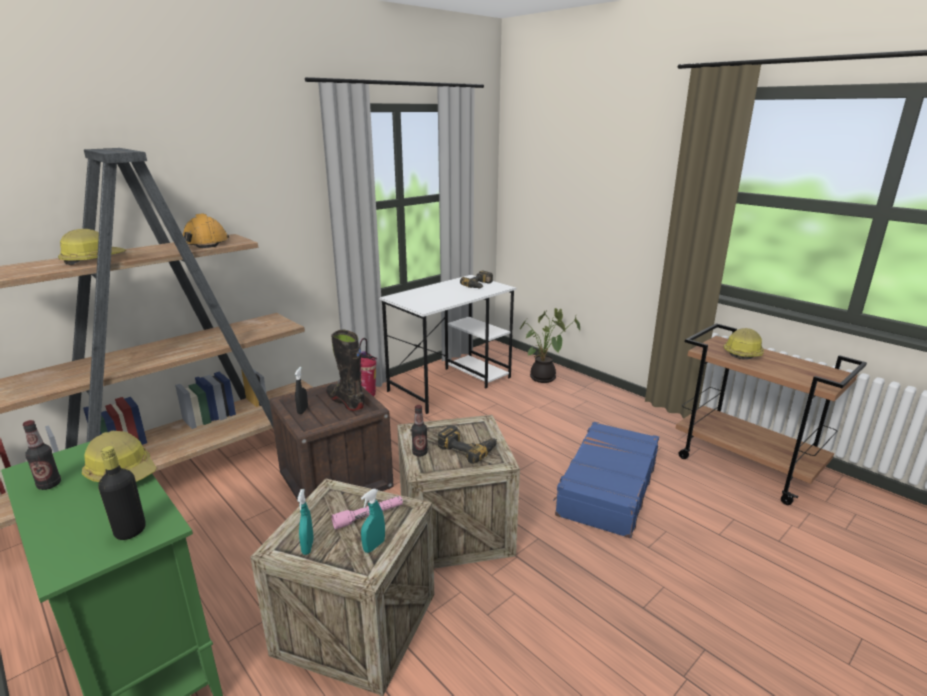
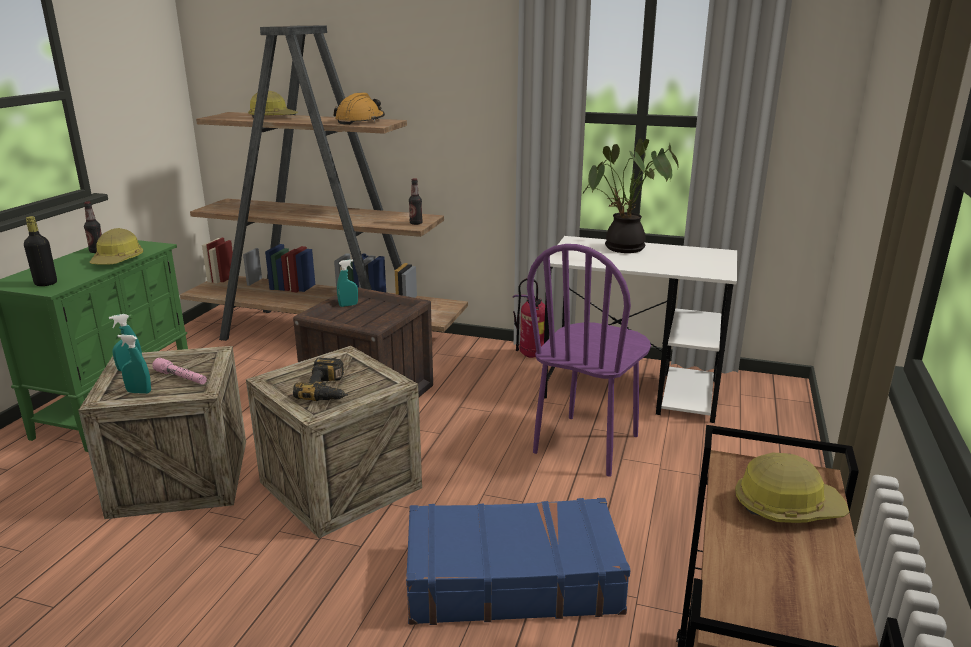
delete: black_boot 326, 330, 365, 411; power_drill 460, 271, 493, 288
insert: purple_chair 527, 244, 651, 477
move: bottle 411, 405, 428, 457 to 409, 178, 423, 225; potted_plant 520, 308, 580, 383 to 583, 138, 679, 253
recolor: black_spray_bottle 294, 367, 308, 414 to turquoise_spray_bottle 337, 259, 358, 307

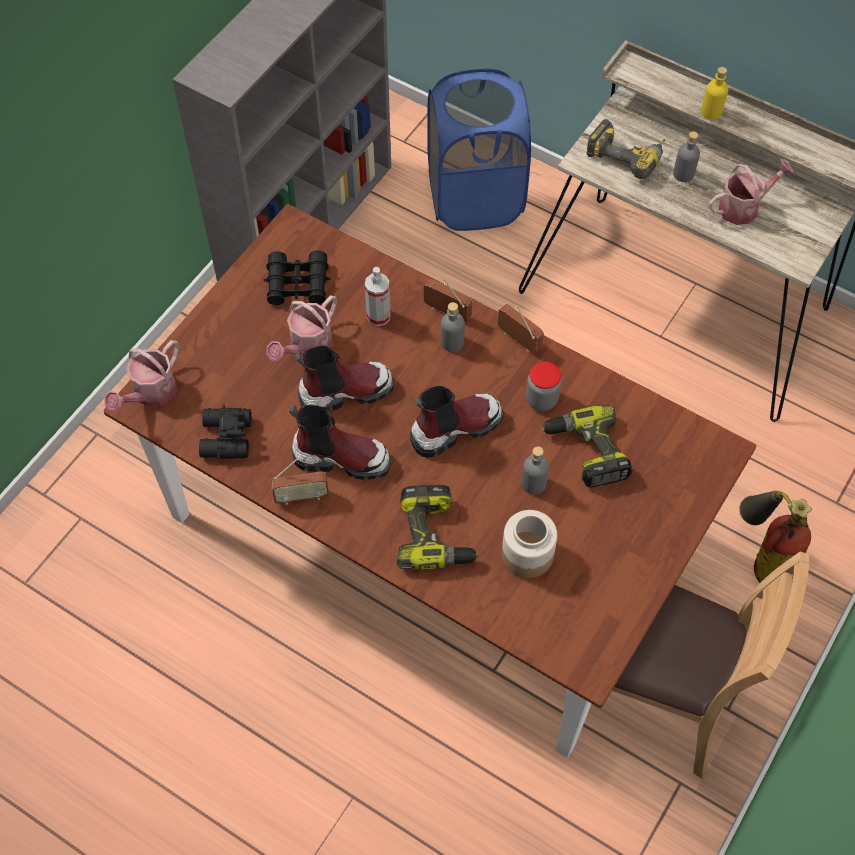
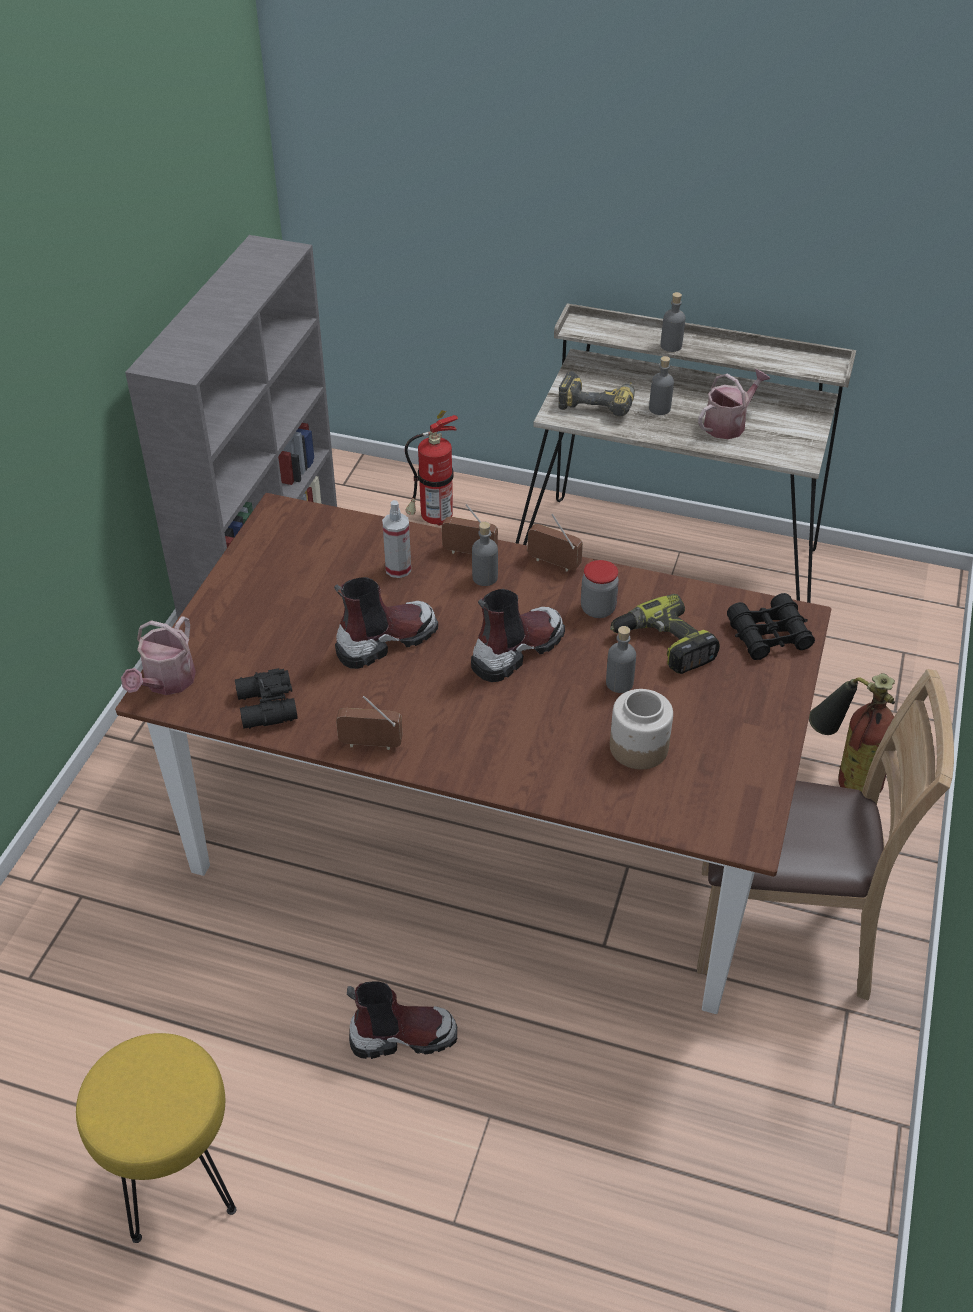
delete: watering_can 267, 295, 337, 361; power_drill 397, 485, 479, 570
insert: yellow_stool 76, 1033, 237, 1243
move: boot 289, 405, 391, 480 to 347, 981, 457, 1059; black_binoculars 264, 251, 331, 305 to 727, 593, 815, 660
replace: blue_laundry_basket 427, 68, 531, 231 to fire_extinguisher 405, 410, 458, 526
recolor: yellow_bottle 701, 67, 728, 120 to grey_bottle 661, 292, 686, 352
rotate: radio 271, 459, 329, 505 = 336, 696, 403, 750 150 degrees counterclockwise

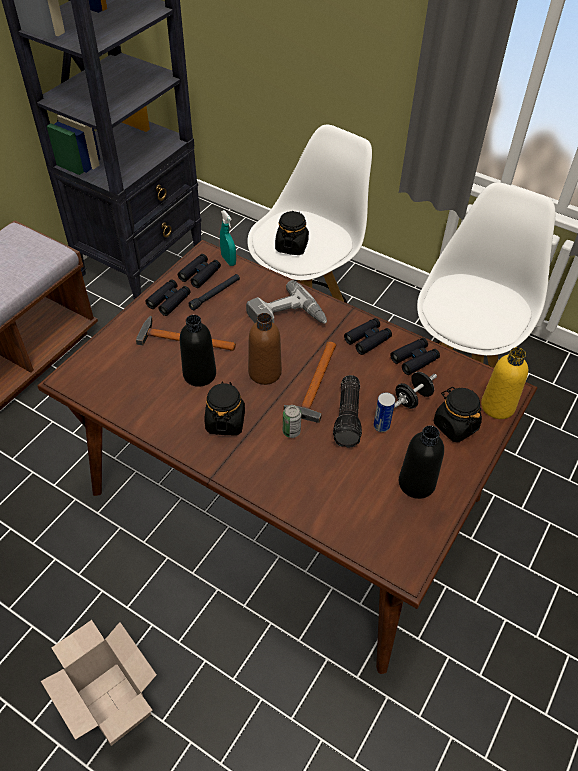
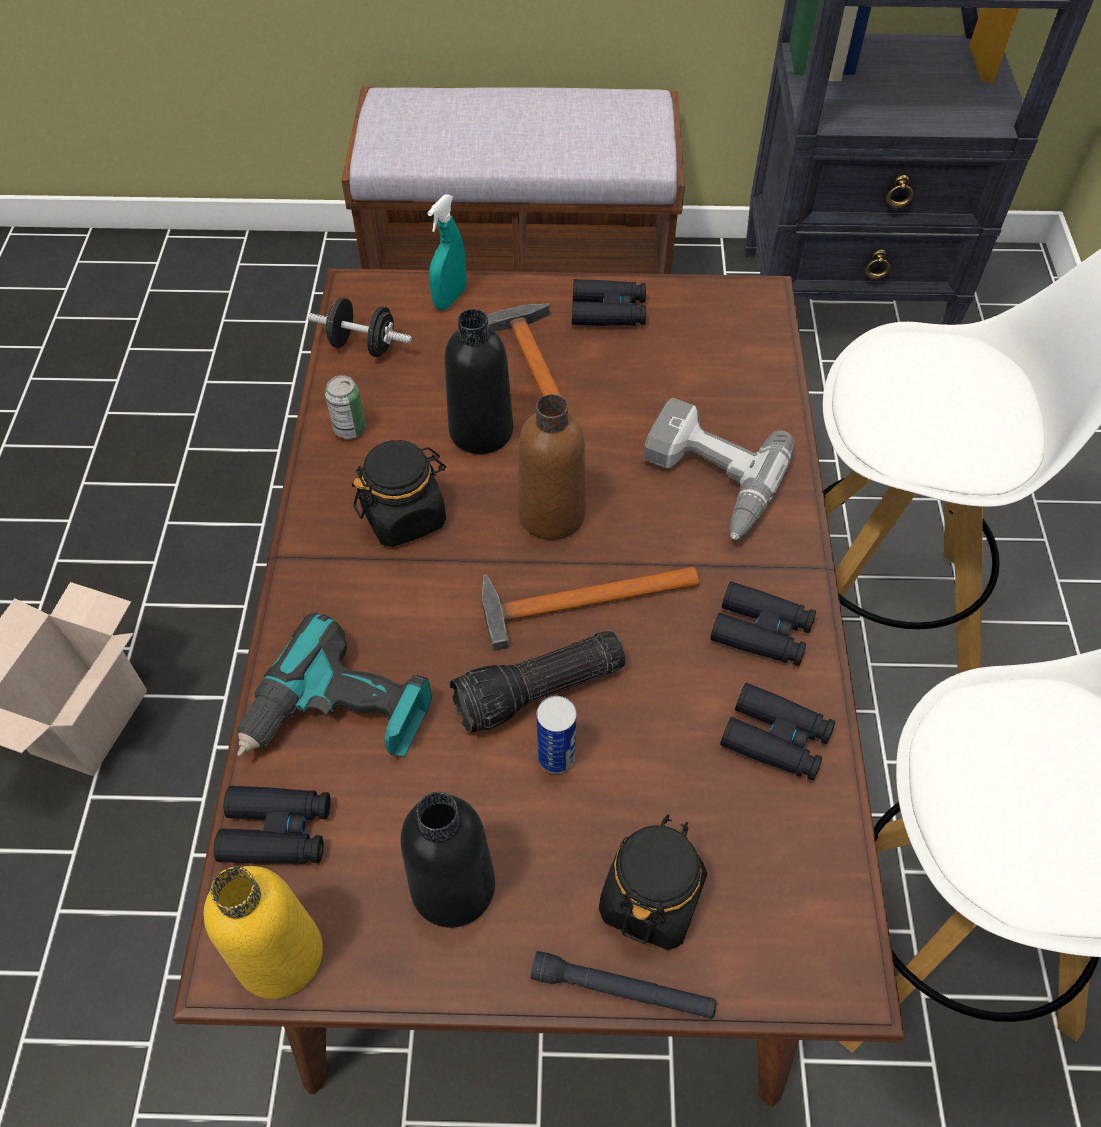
delete: black_jar 275, 211, 309, 255
insert: power_drill 236, 613, 432, 757
move: yellow_bottle 481, 347, 528, 419 to 204, 866, 323, 999; black_binoculars 178, 254, 221, 288 to 214, 786, 331, 864; black_dumbbell 394, 372, 437, 409 to 308, 298, 412, 357; can 283, 405, 301, 438 to 325, 375, 366, 439; turquoise_spray_bottle 220, 210, 236, 266 to 427, 194, 467, 310; black_flashlight 188, 274, 240, 310 to 531, 951, 716, 1019

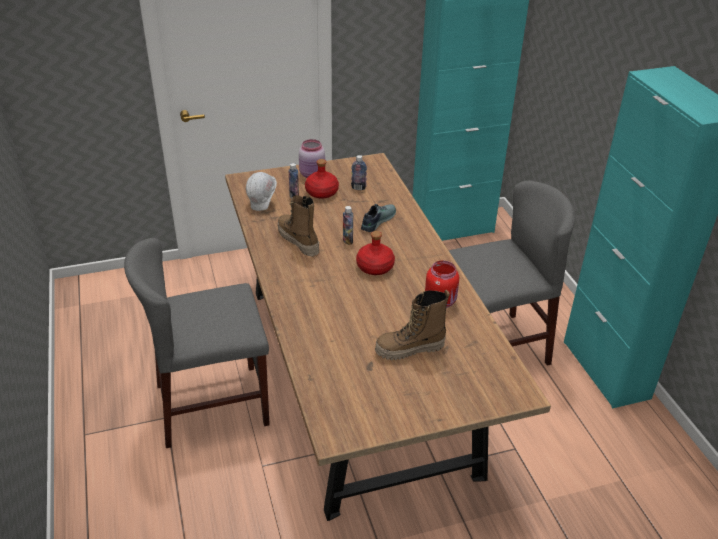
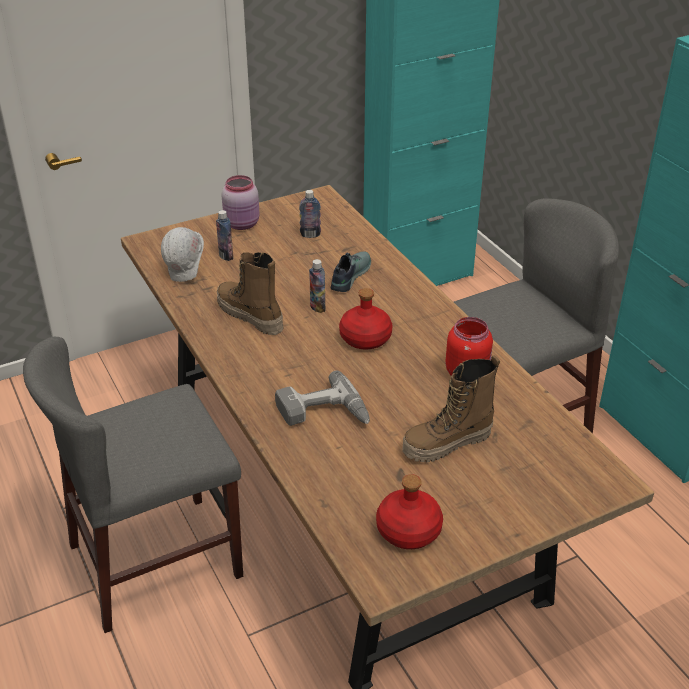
insert: power_drill 275, 370, 370, 426
move: red_bottle 305, 159, 339, 199 to 376, 474, 443, 549

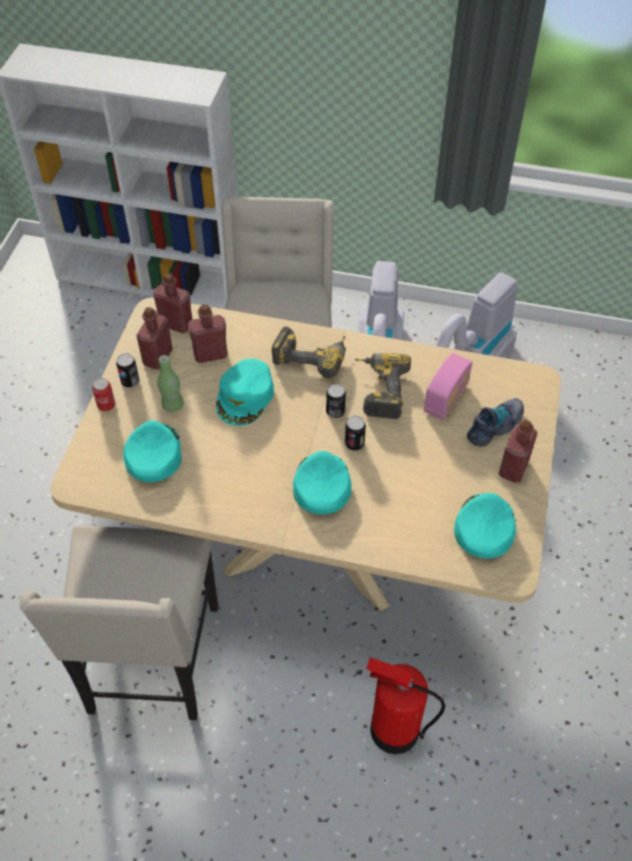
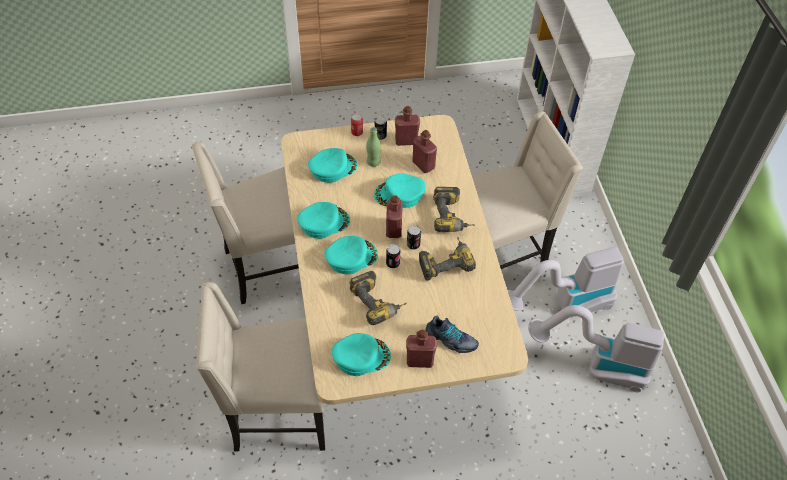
delete: radio 424, 353, 472, 420
insert: turquoise_cap 297, 202, 350, 239; power_drill 349, 271, 407, 325
move: red_bottle 153, 273, 192, 334 to 386, 195, 403, 238
replace: fire_extinguisher 366, 657, 446, 754 to beige_chair 196, 282, 325, 452

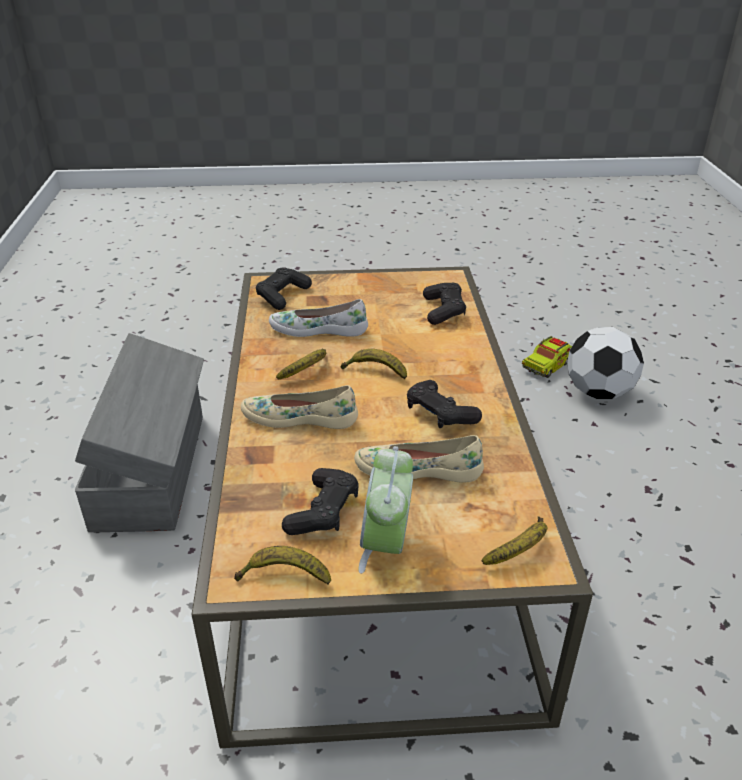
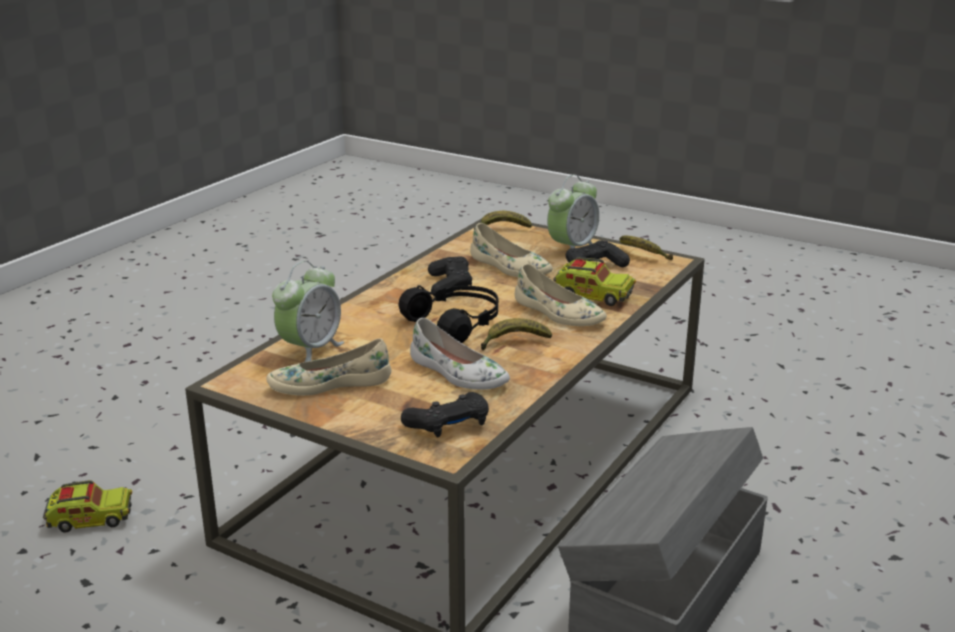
delete: football 567, 327, 644, 399
insert: beige_shoe 266, 338, 392, 396; toy_truck 553, 257, 636, 306
replace: black_game_controller 423, 283, 466, 325 to alarm_clock 272, 261, 344, 362; banana 341, 349, 407, 379 to black_headphones 398, 285, 498, 343

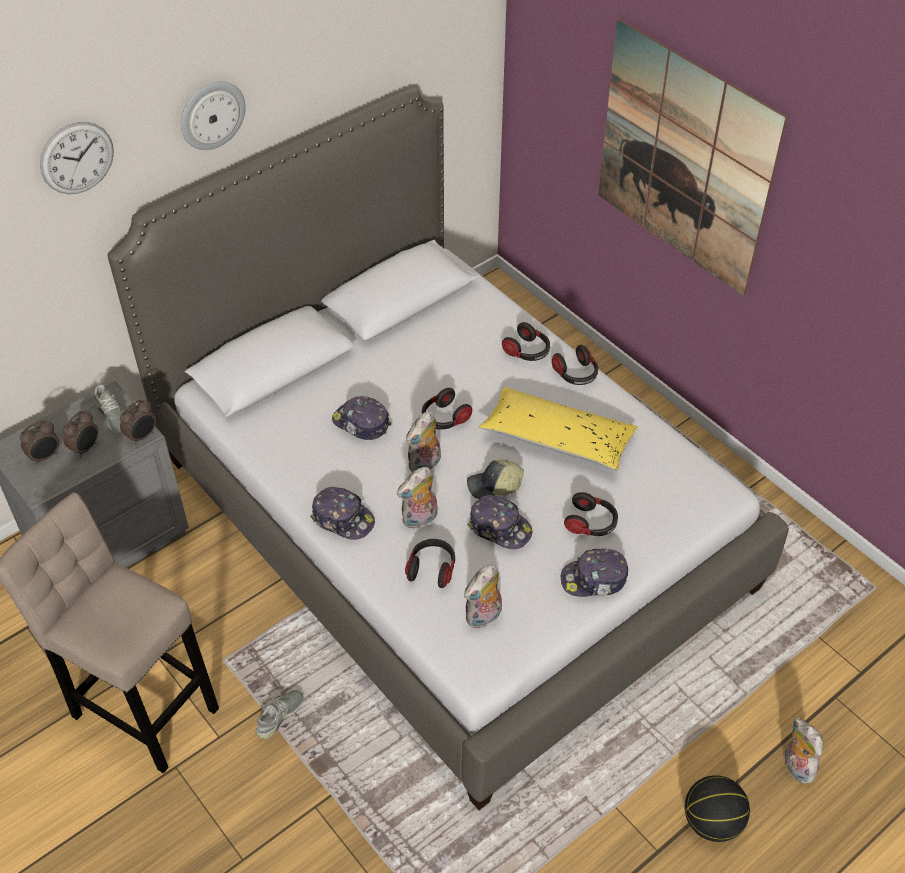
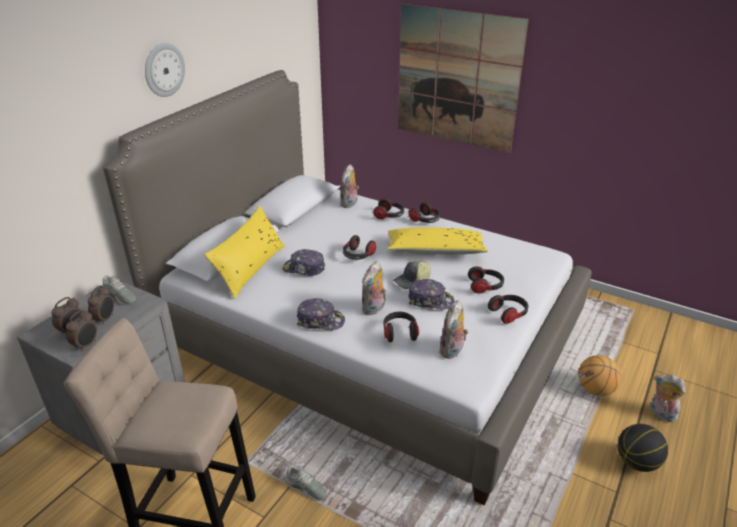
delete: wall_clock 40, 122, 114, 194
insert: yellow_pillow 204, 206, 285, 299; basketball 578, 355, 621, 396
move: alarm_clock 120, 400, 156, 445 to 66, 310, 97, 352; plush_toy 406, 411, 441, 472 to 340, 164, 359, 208
replace: cap 561, 549, 628, 597 to headphones 488, 295, 528, 324
rotate: grey_shoe 256, 690, 304, 739 = 285, 465, 327, 501 105 degrees clockwise

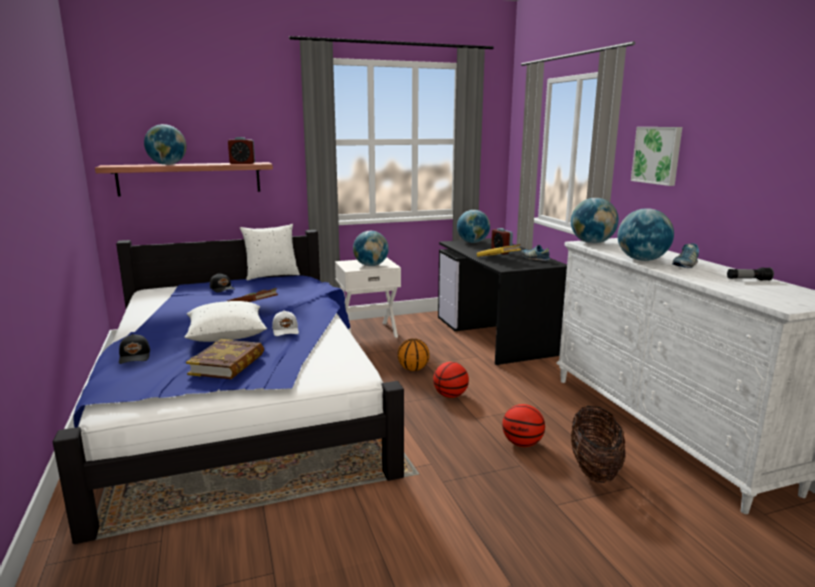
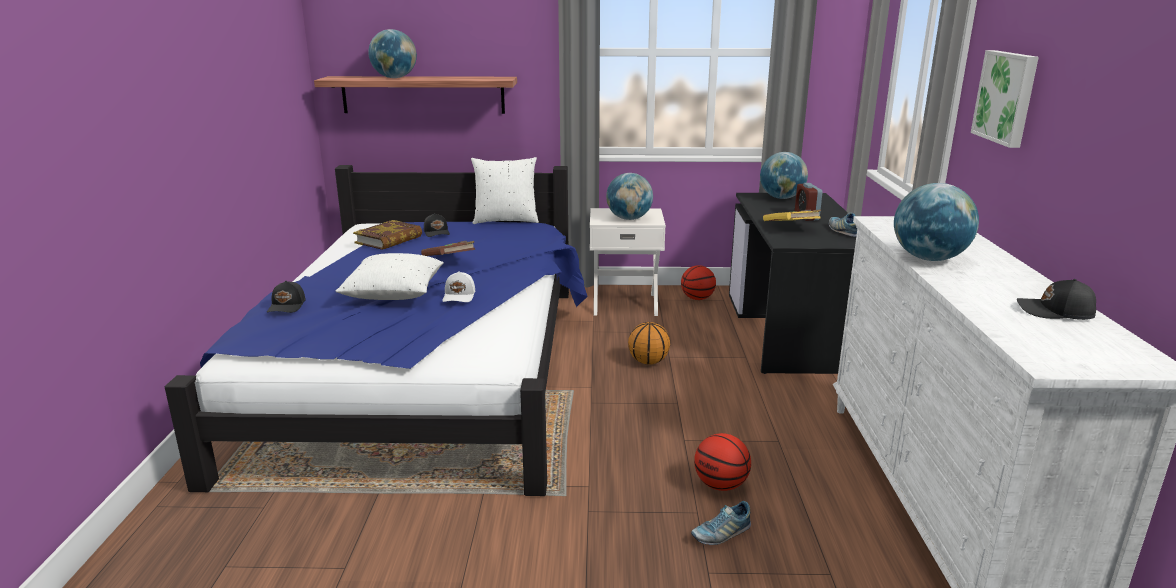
delete: alarm_clock 228, 137, 255, 164; globe 571, 198, 619, 244; basket 571, 406, 626, 483
move: book 186, 339, 264, 379 to 353, 220, 422, 250; basketball 433, 362, 469, 398 to 681, 265, 716, 300; shoe 672, 243, 699, 268 to 691, 501, 751, 545
replace: flashlight 727, 267, 774, 281 to black_cap 1017, 279, 1096, 320

